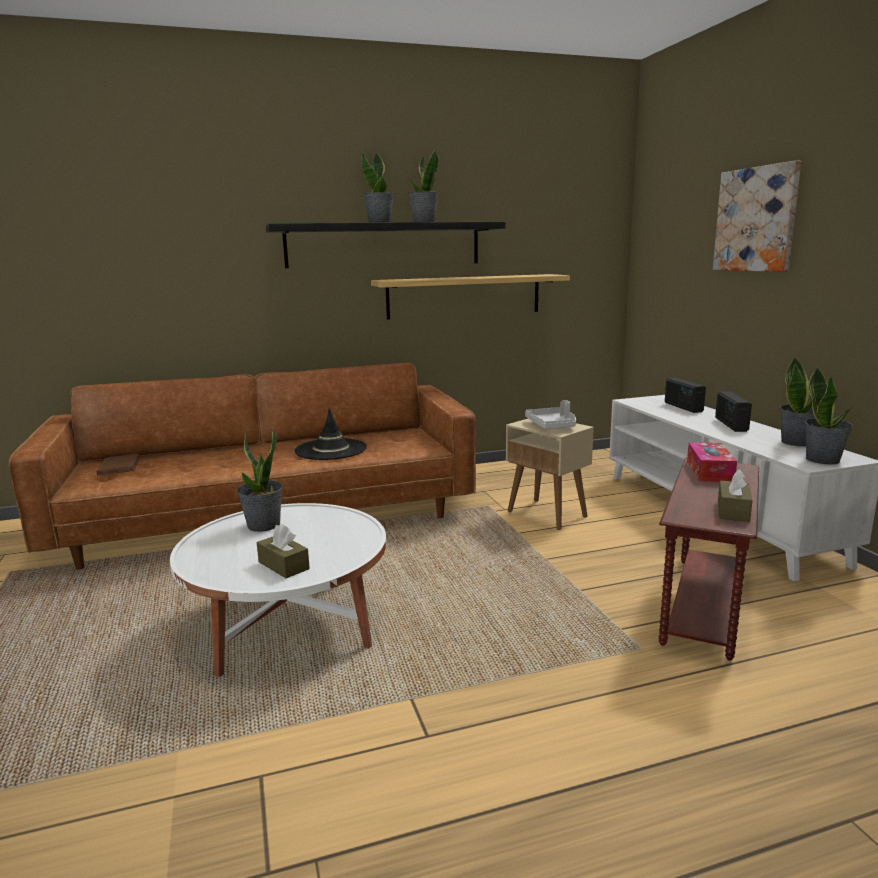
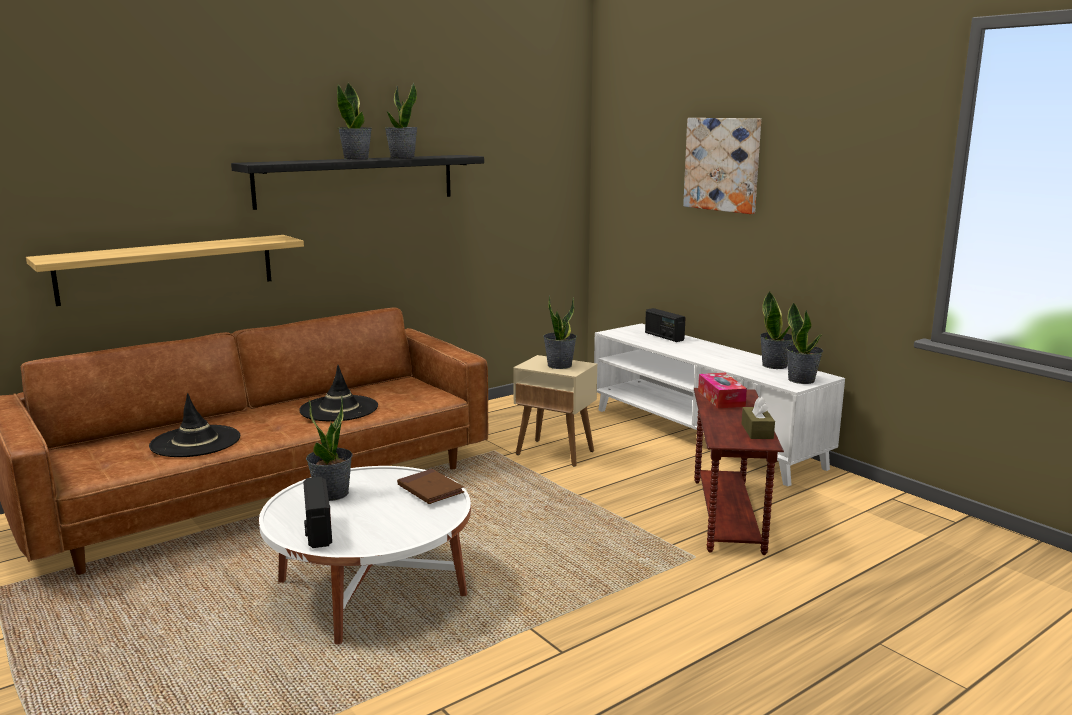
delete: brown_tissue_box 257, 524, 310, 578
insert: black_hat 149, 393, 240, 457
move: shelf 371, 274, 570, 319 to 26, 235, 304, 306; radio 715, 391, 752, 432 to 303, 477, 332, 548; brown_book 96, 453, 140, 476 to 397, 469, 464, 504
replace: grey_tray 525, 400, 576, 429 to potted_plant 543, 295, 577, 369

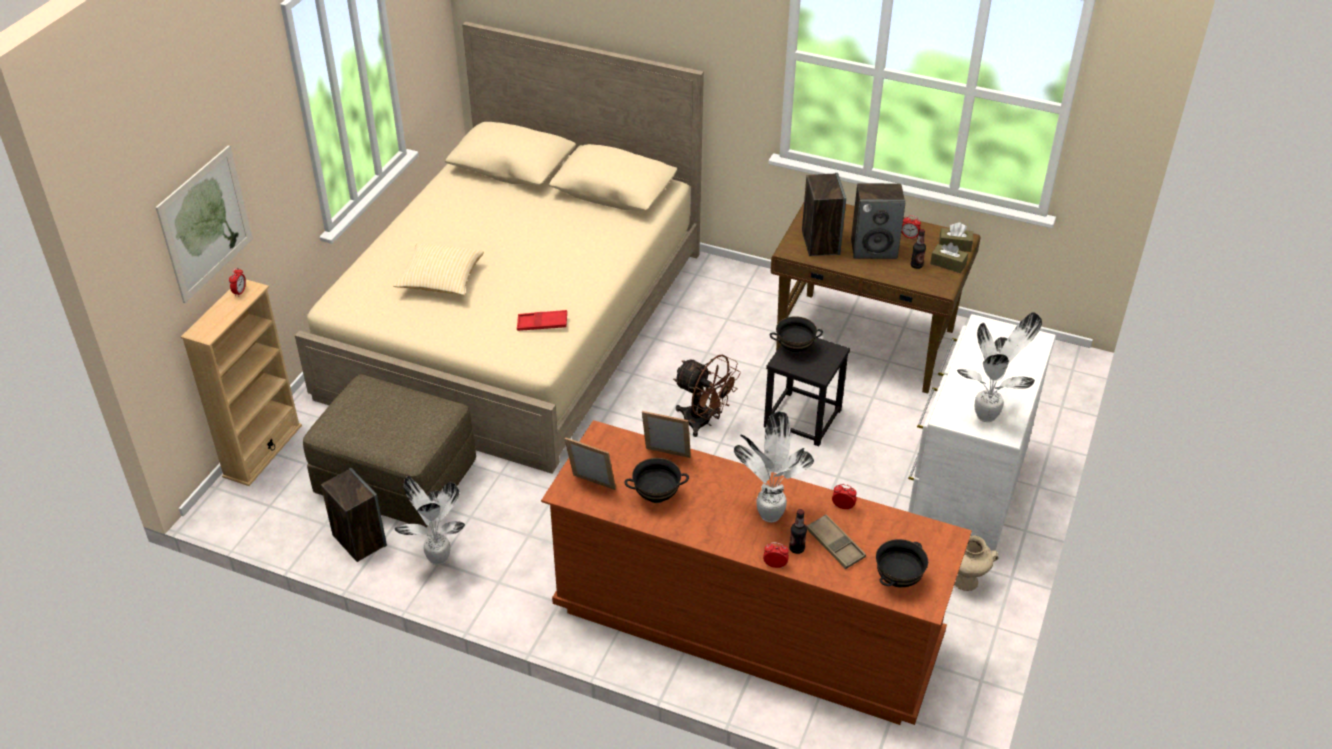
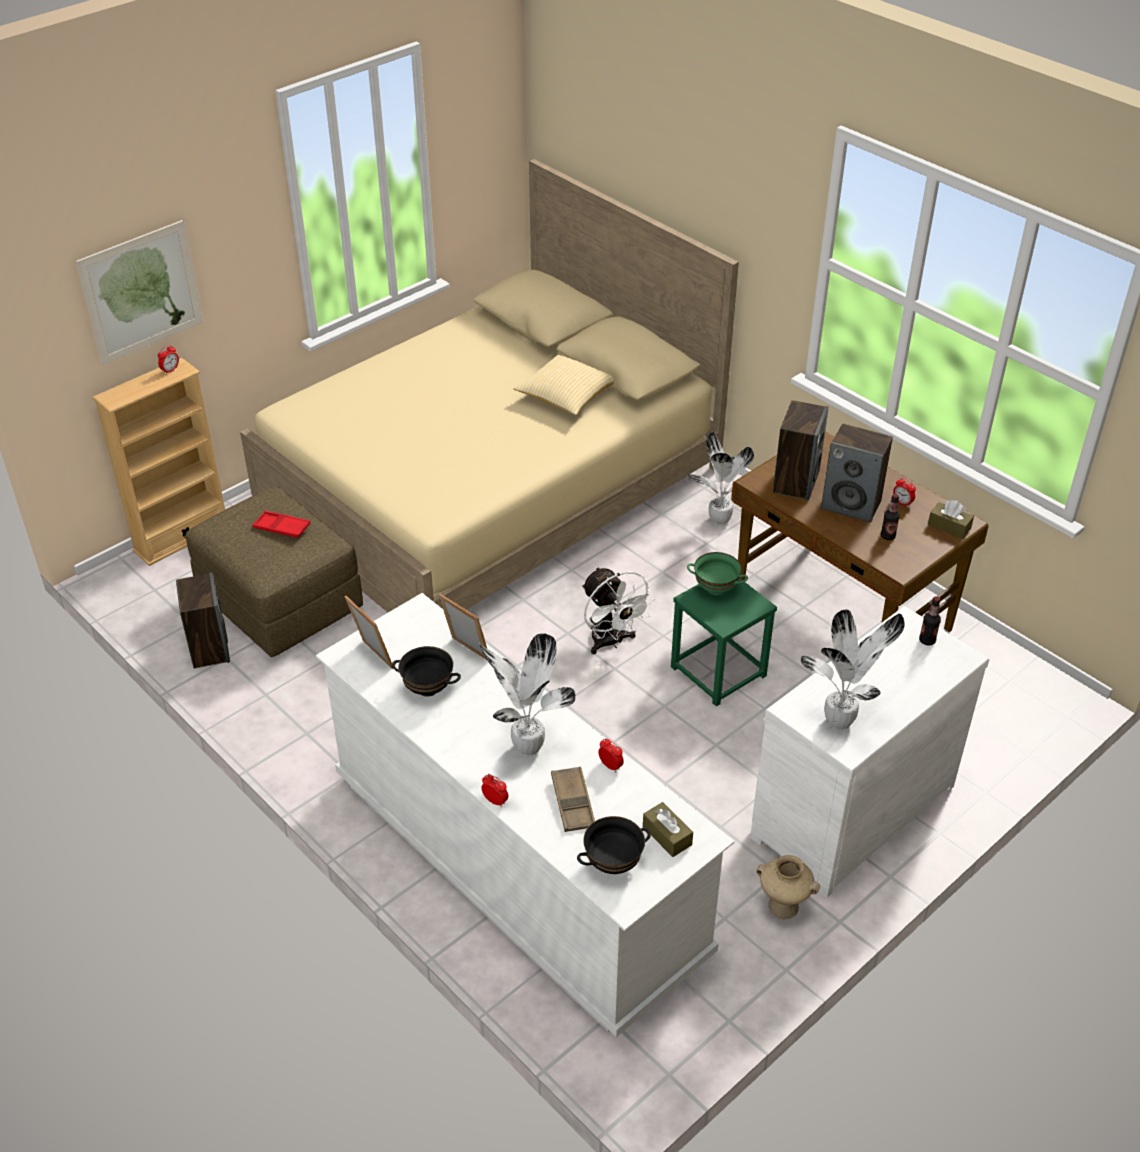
move: red_tray 517, 310, 567, 331 to 252, 511, 311, 538; pillow 393, 243, 484, 296 to 514, 355, 614, 415; brown_tissue_box 930, 242, 968, 273 to 643, 802, 693, 857; potted_plant 394, 476, 465, 565 to 688, 432, 754, 526; bottle 789, 509, 807, 554 to 919, 596, 941, 645
recolor: brown_dresser 541, 420, 972, 725 to white_dresser 316, 593, 734, 1037; brown_fan 673, 355, 741, 437 to white_fan 582, 567, 656, 654; black_stool 764, 338, 850, 446 to green_stool 671, 578, 777, 706; black_bowl 770, 316, 823, 354 to green_bowl 687, 552, 748, 595

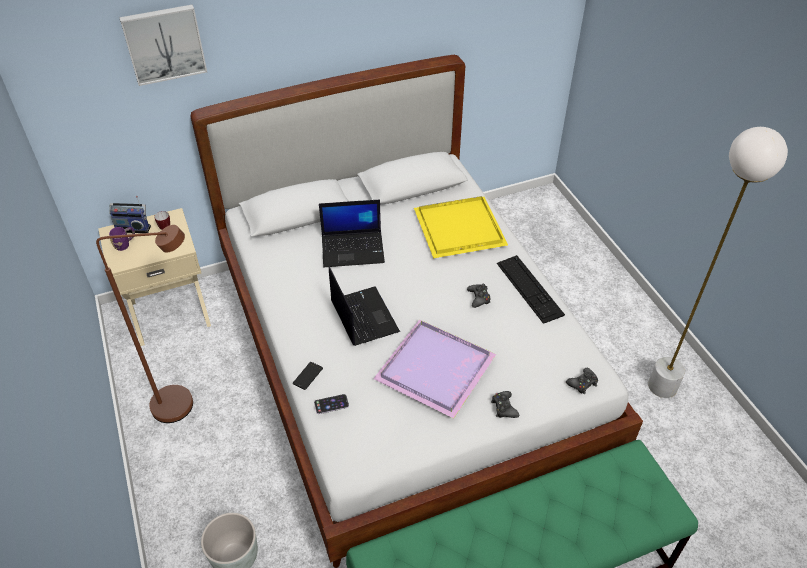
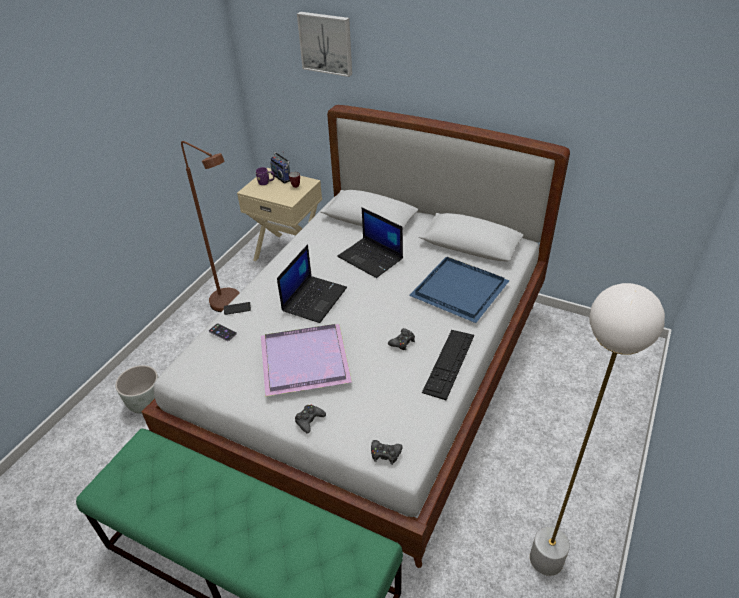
recolor: yellow_tray 414, 196, 508, 258 to blue_tray 409, 257, 509, 323

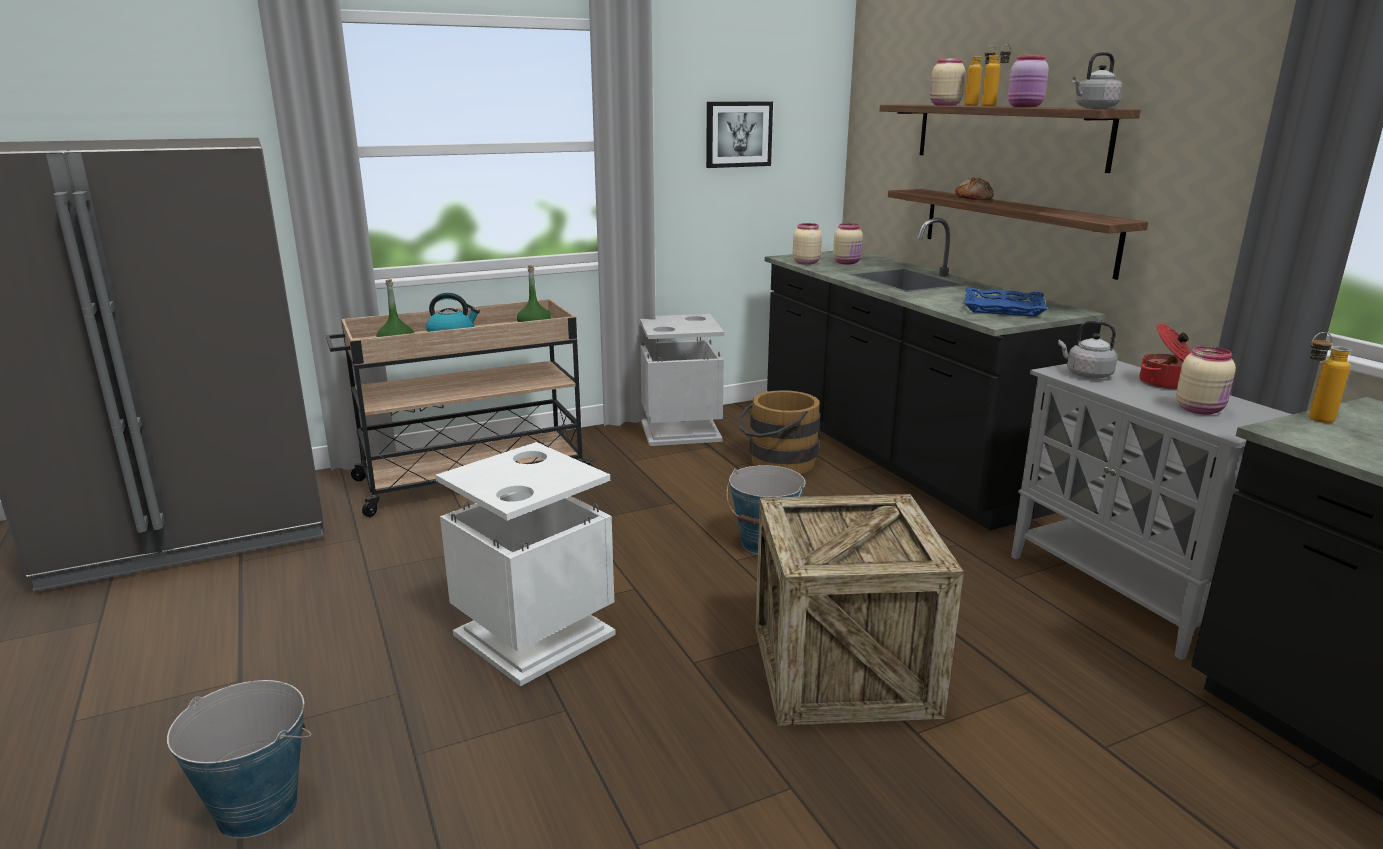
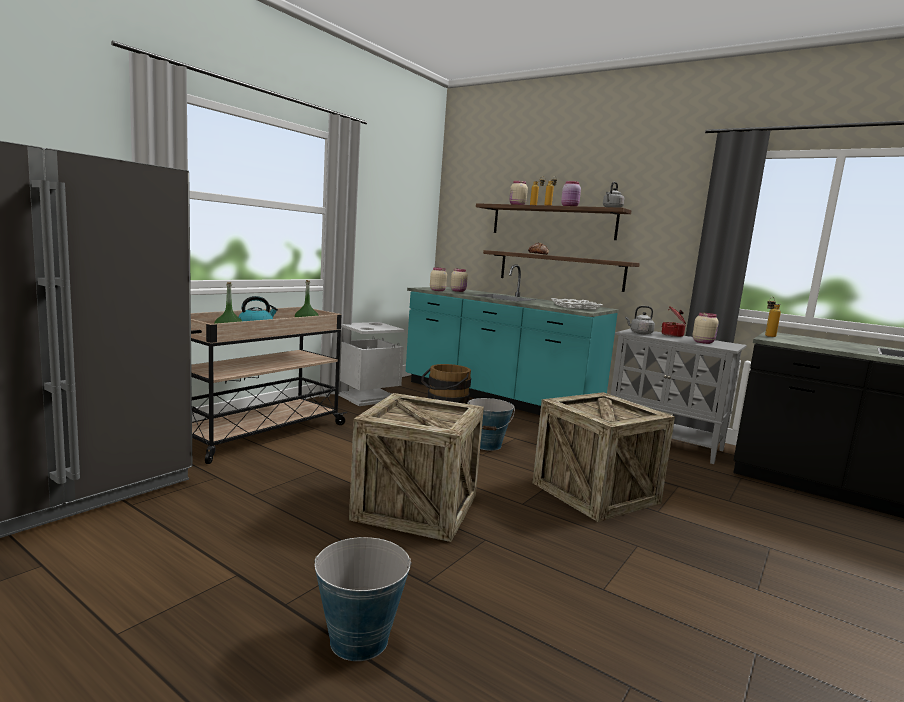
delete: picture 706, 102, 773, 168
replace: white_trash_can 435, 442, 616, 687 to crate 349, 393, 484, 542
recolor: black_counter 765, 218, 1105, 530 to turquoise_counter 406, 264, 619, 415; blue_tray 964, 288, 1048, 317 to white_tray 551, 298, 603, 310

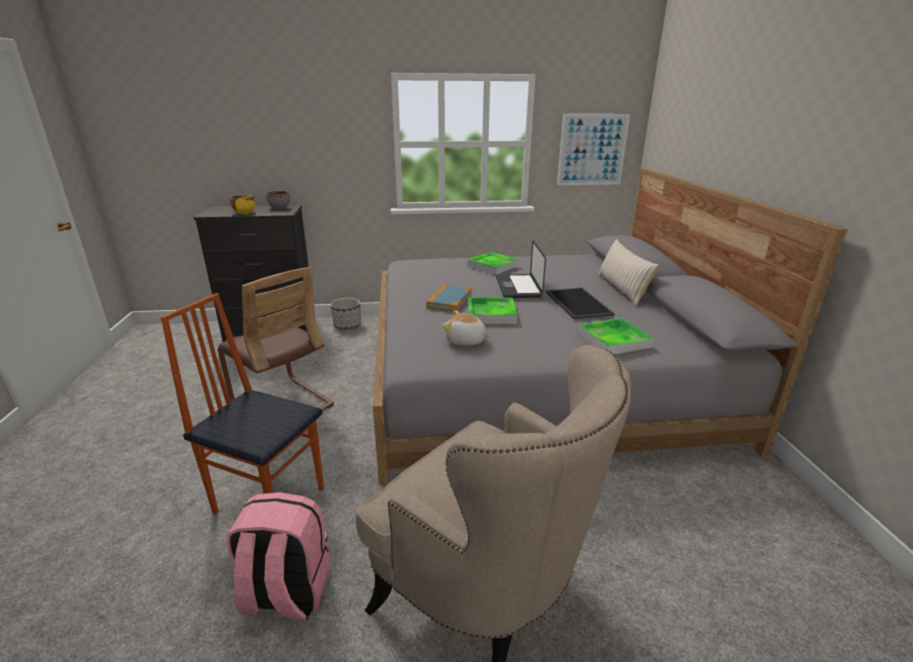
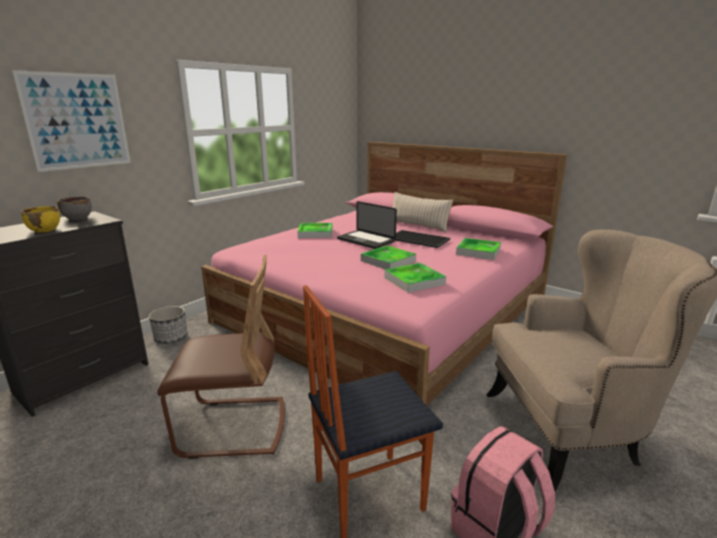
delete: book 427, 285, 472, 312
move: picture 557, 114, 630, 185 to 12, 70, 131, 172
replace: plush_toy 442, 310, 491, 346 to tray 384, 263, 446, 293
recolor: grey_bed 373, 169, 848, 485 to pink_bed 201, 142, 567, 405

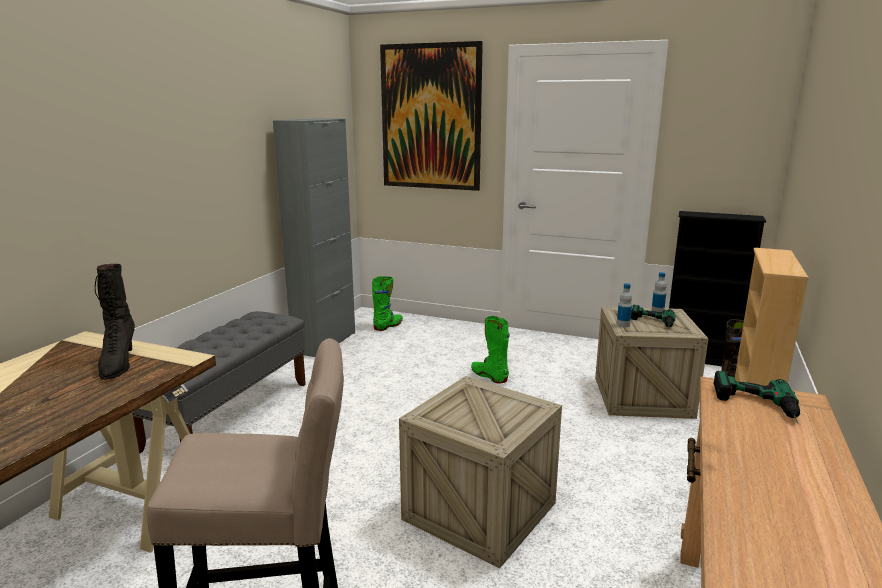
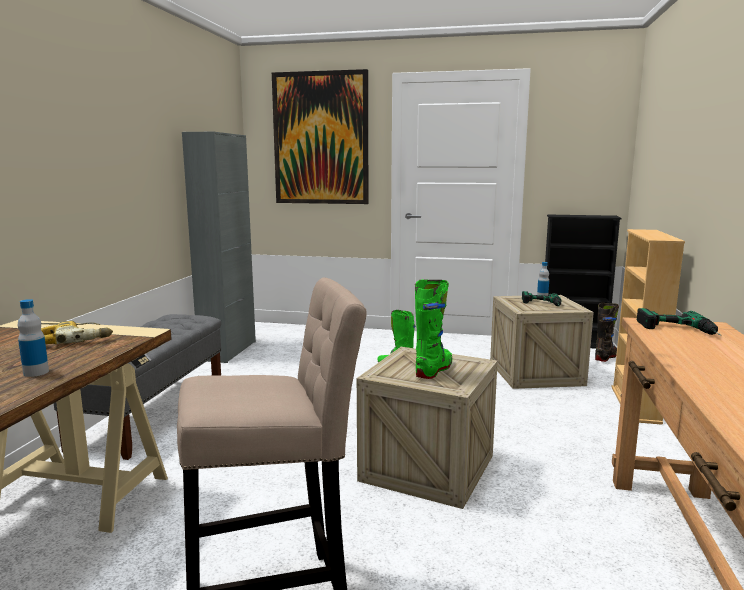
move: bottle 617, 283, 632, 327 to 18, 299, 49, 377; green_boot 372, 276, 403, 331 to 415, 279, 453, 379
replace: black_boot 95, 264, 135, 380 to power_drill 41, 320, 113, 344

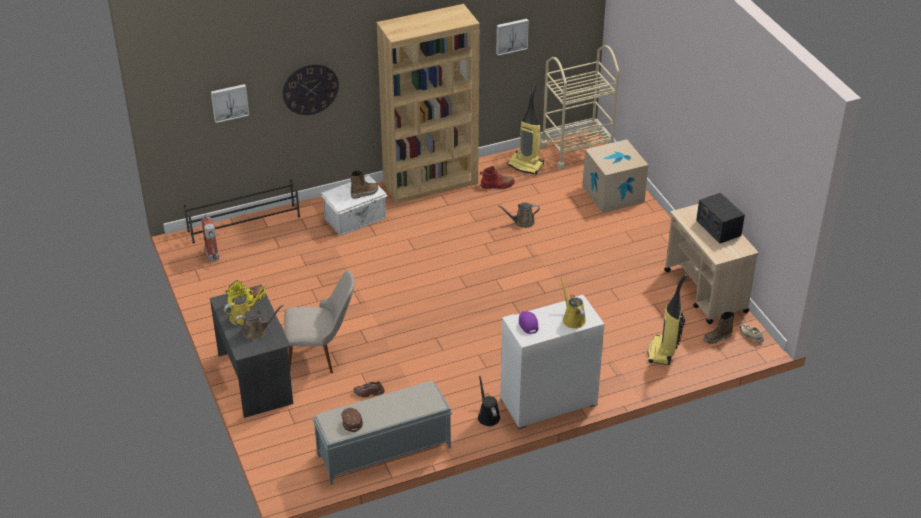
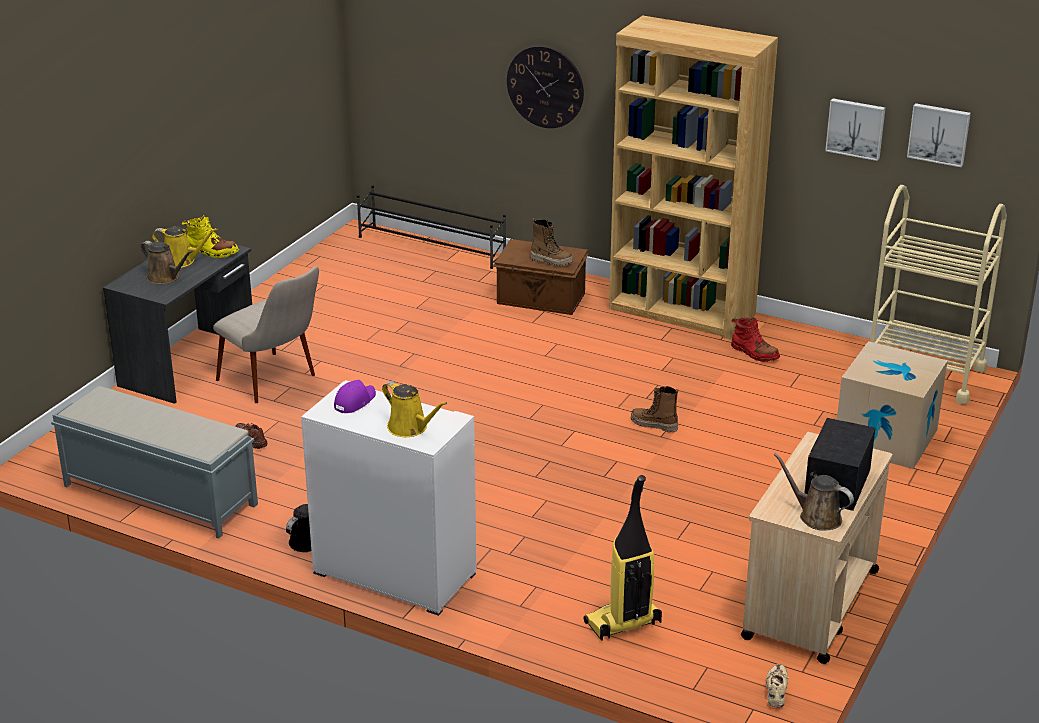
delete: fire_extinguisher 202, 214, 219, 261; brown_cap 341, 408, 363, 432; vacuum_cleaner 507, 84, 544, 175
move: boot 704, 311, 735, 344 to 631, 386, 678, 432; brown_watering_can 498, 203, 540, 228 to 774, 453, 854, 530; picture 211, 84, 249, 123 to 907, 103, 971, 167
recolor: white_storage_box 321, 175, 388, 236 to brown_storage_box 493, 239, 589, 315
rotate: yellow_watering_can 561, 278, 586, 329 = 382, 381, 447, 437 105 degrees clockwise

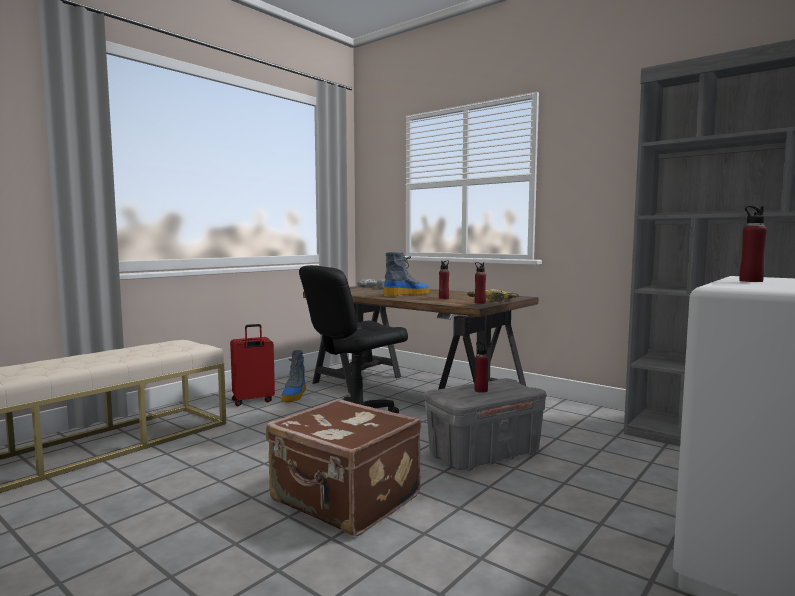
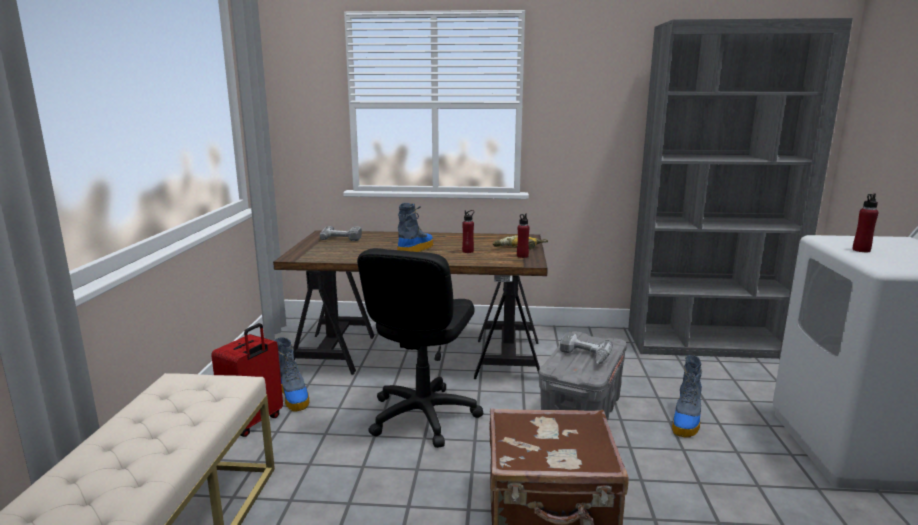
insert: boot 672, 355, 702, 438
replace: red_bottle 474, 342, 488, 393 to power_drill 560, 332, 613, 364

